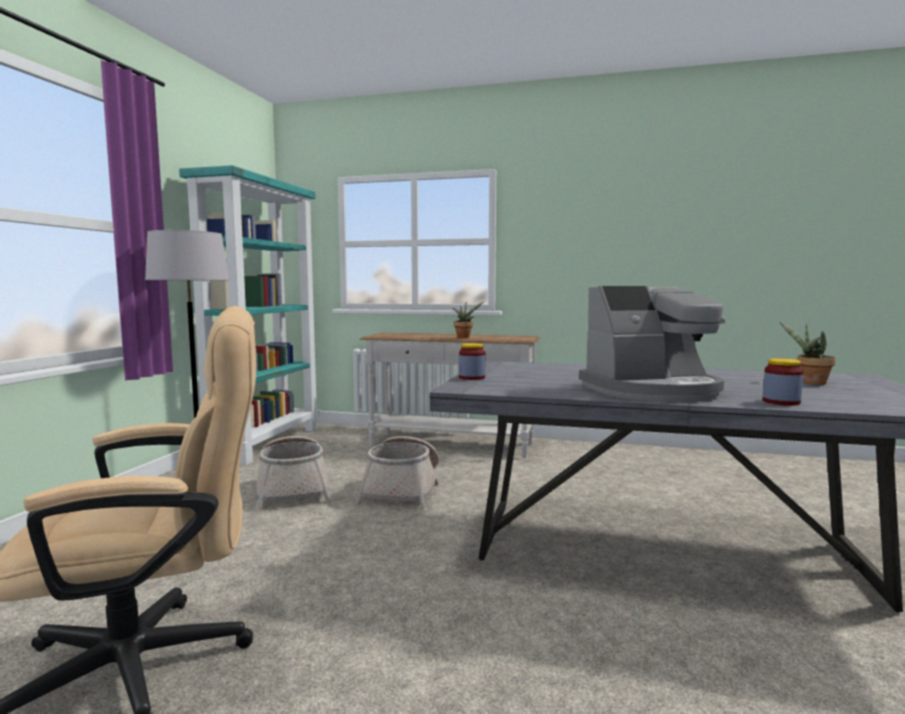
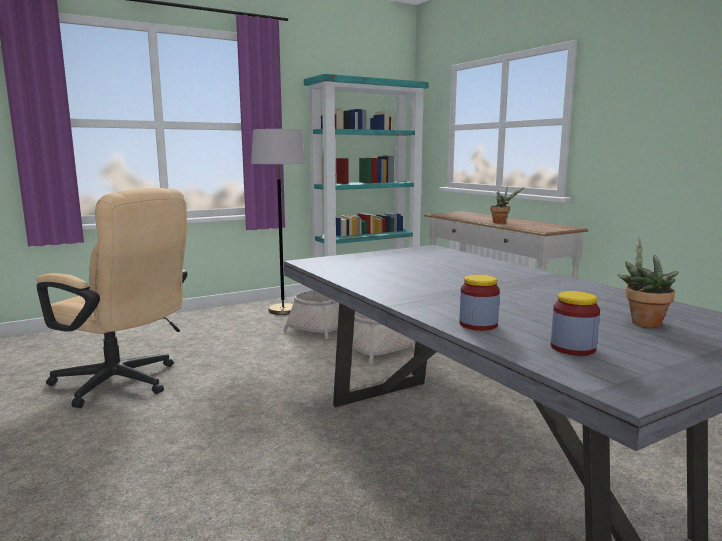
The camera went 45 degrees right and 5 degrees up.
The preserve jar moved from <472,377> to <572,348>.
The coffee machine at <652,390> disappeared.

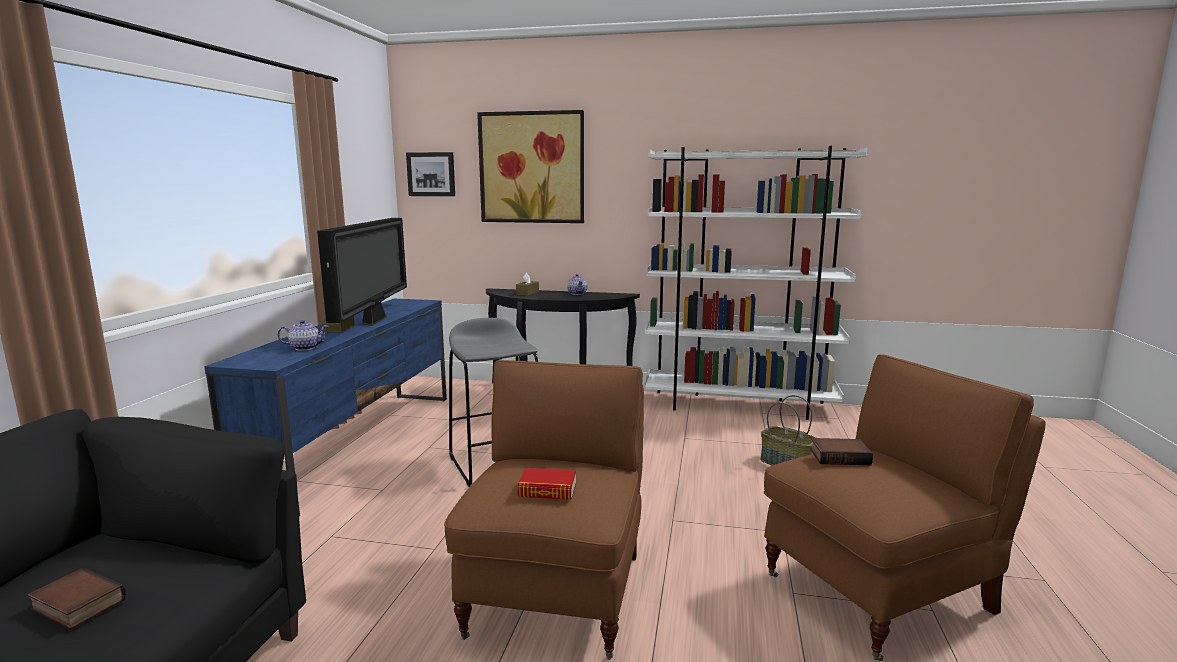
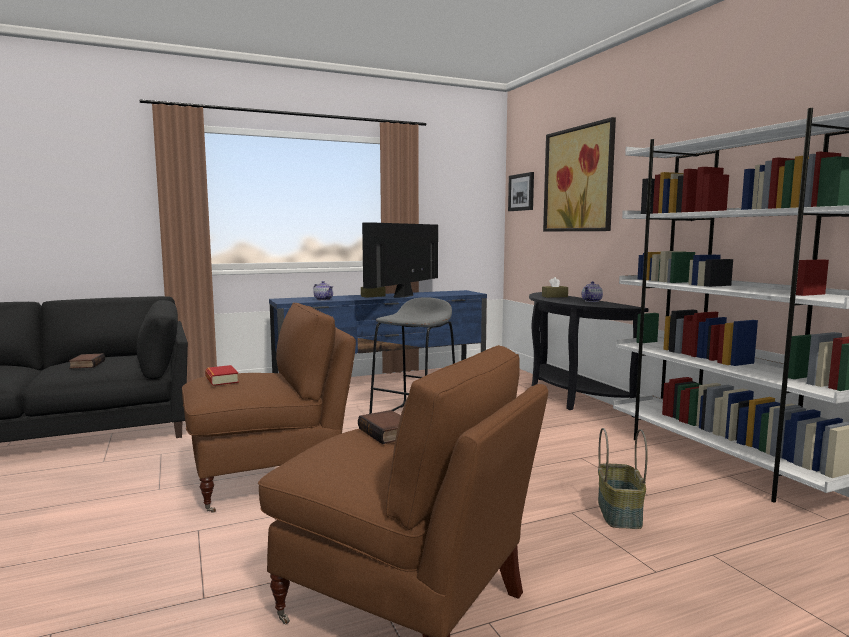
The camera went 55 degrees right and 5 degrees down.
The television at <375,320> turned 150 degrees clockwise.

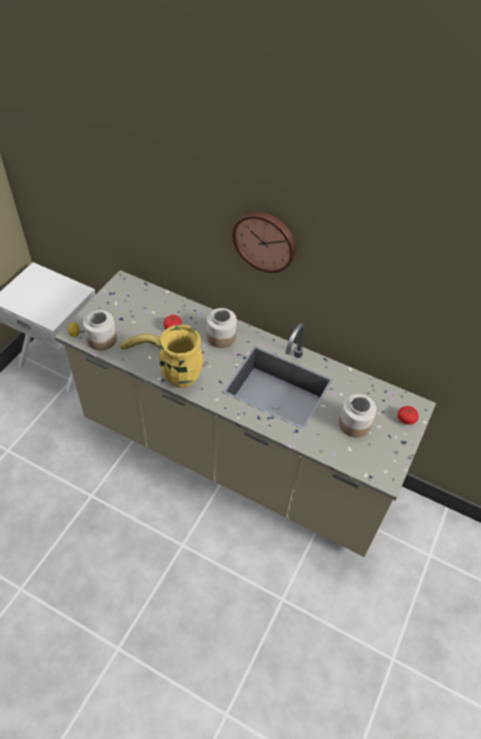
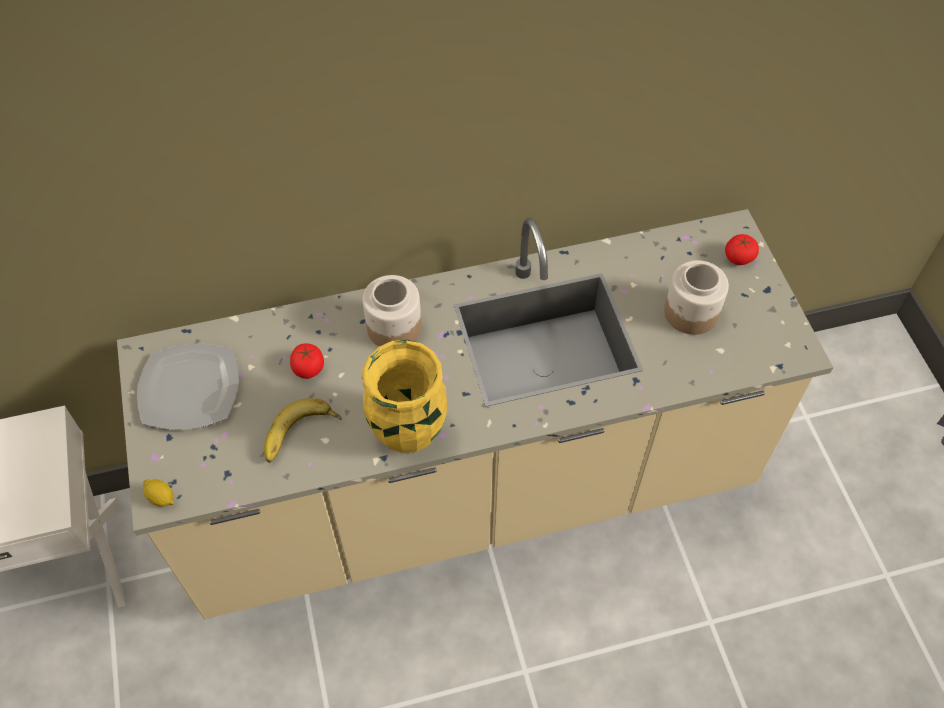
The camera went 40 degrees left and 5 degrees up.
The preserve jar at <102,339> disappeared.
The clock on the wall at <265,240> disappeared.
The flat dish at <190,388> appeared.

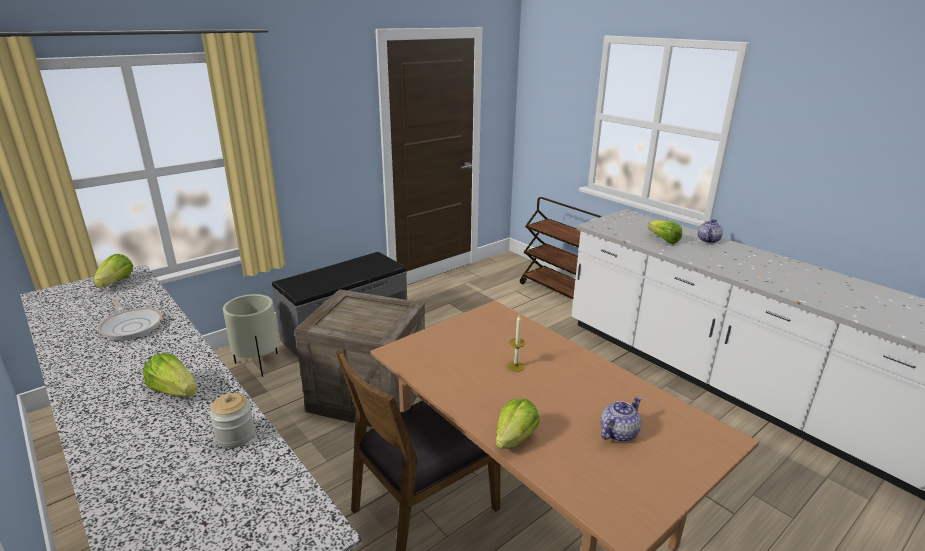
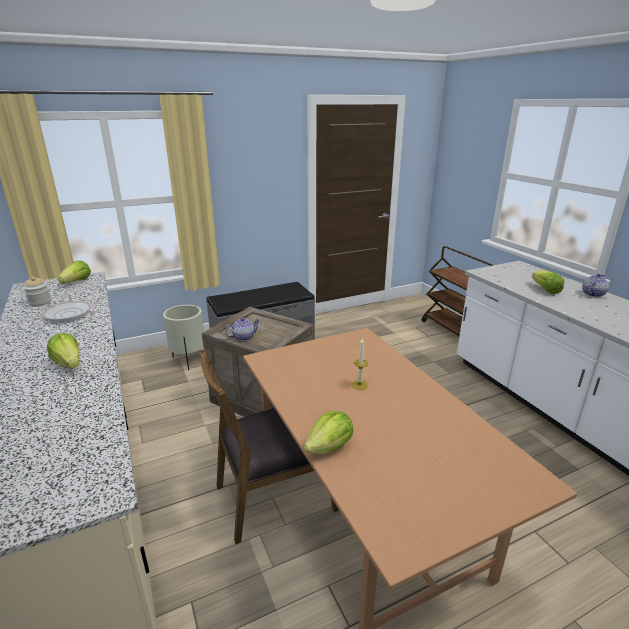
The camera went 15 degrees right and 0 degrees up.
The preserve jar moved from <235,436> to <40,302>.
The pot for tea moved from <618,433> to <243,337>.

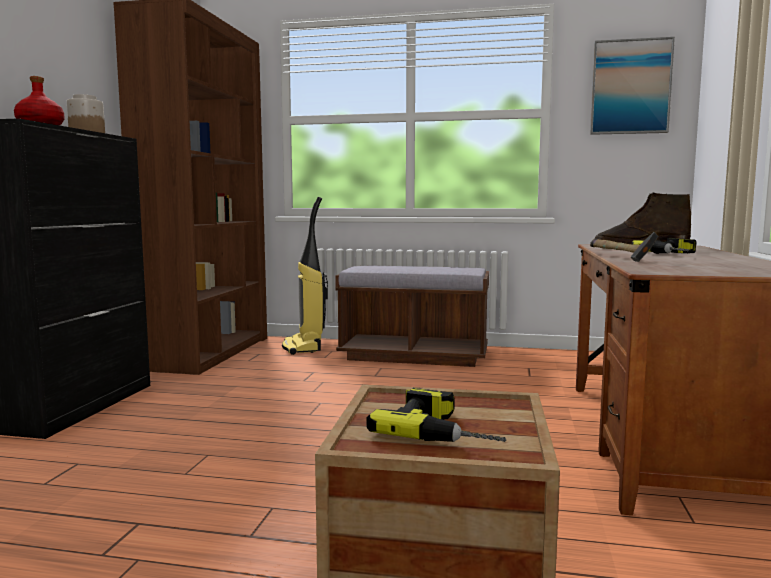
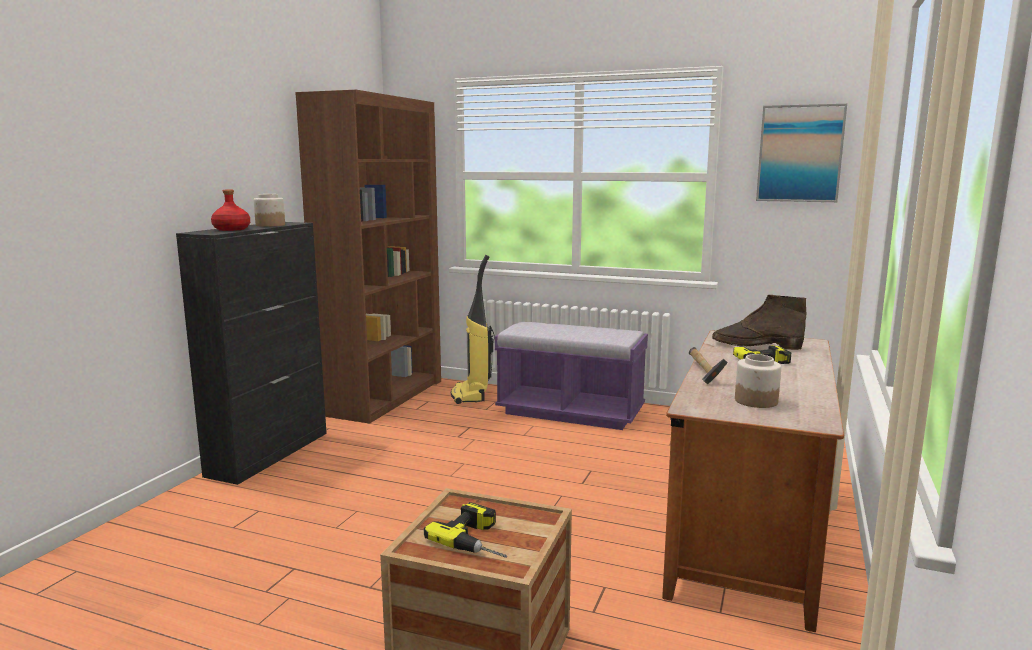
The camera went 10 degrees right and 5 degrees up.
The brownish indoor bench at <414,356> became the purple-coloured indoor bench at <570,412>.
The preserve jar at <756,401> appeared.

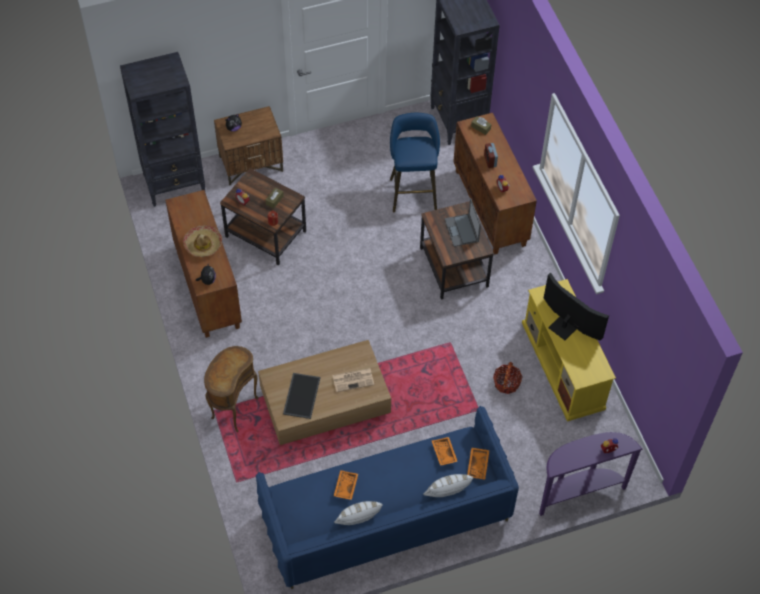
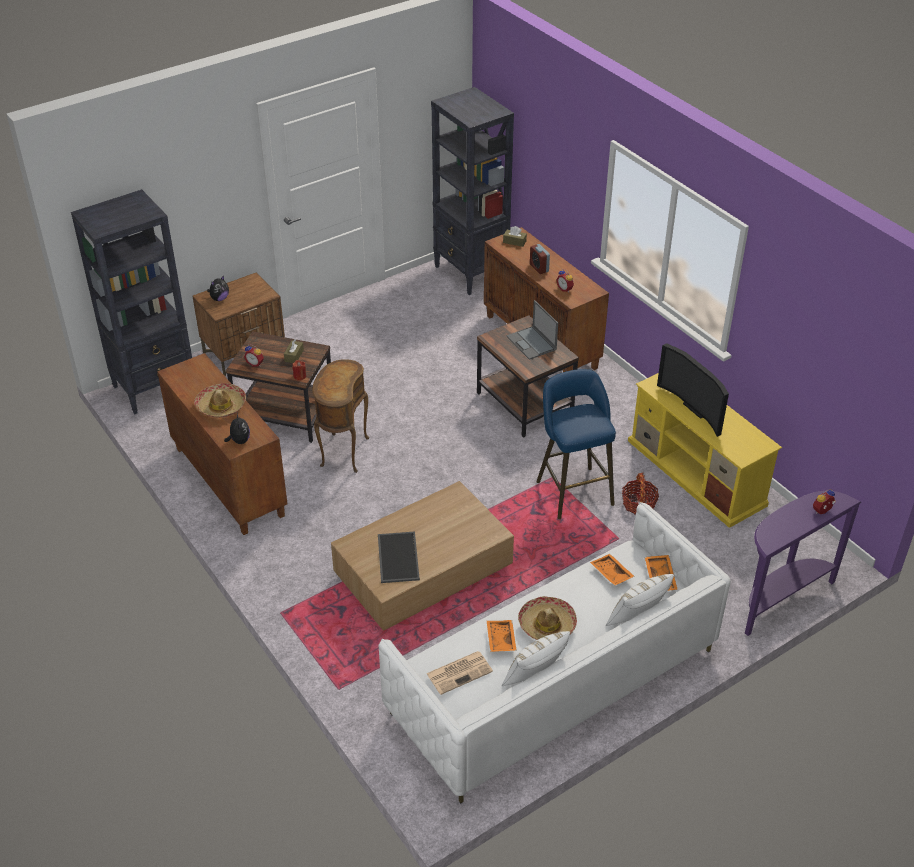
The camera went 15 degrees left and 15 degrees down.
The brownish end table moved from <233,408> to <342,452>.
The blue sofa at <385,516> became the white sofa at <553,682>.
The daily paper moved from <353,380> to <460,672>.
The blue sitting stool moved from <412,191> to <572,490>.
The television at <566,325> turned 150 degrees counterclockwise.
The wearable hat at <547,625> appeared.

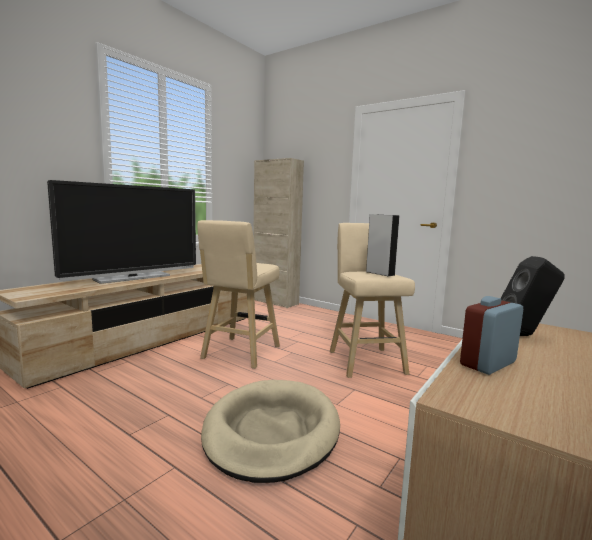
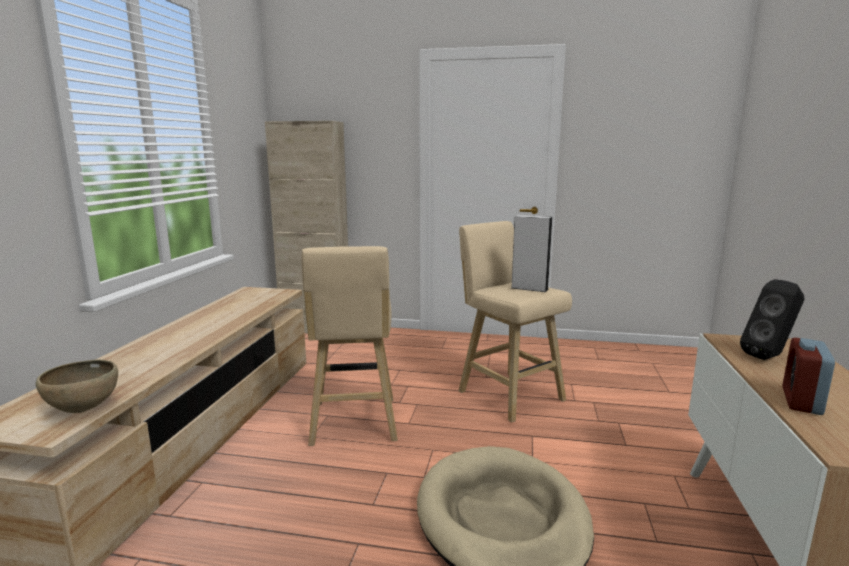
The camera went 25 degrees left and 5 degrees up.
The television at <133,277> disappeared.
The brownish bowl at <84,409> appeared.

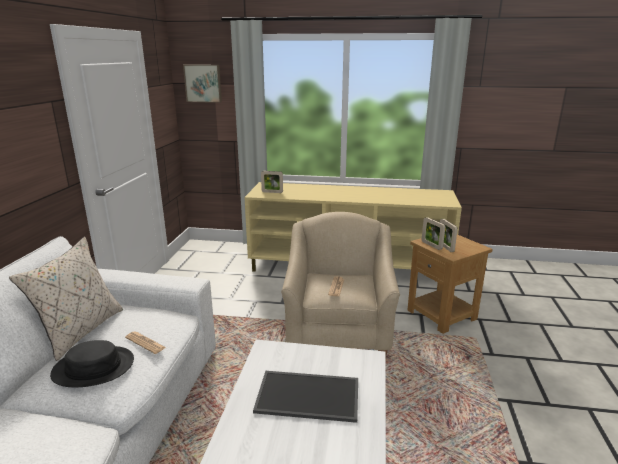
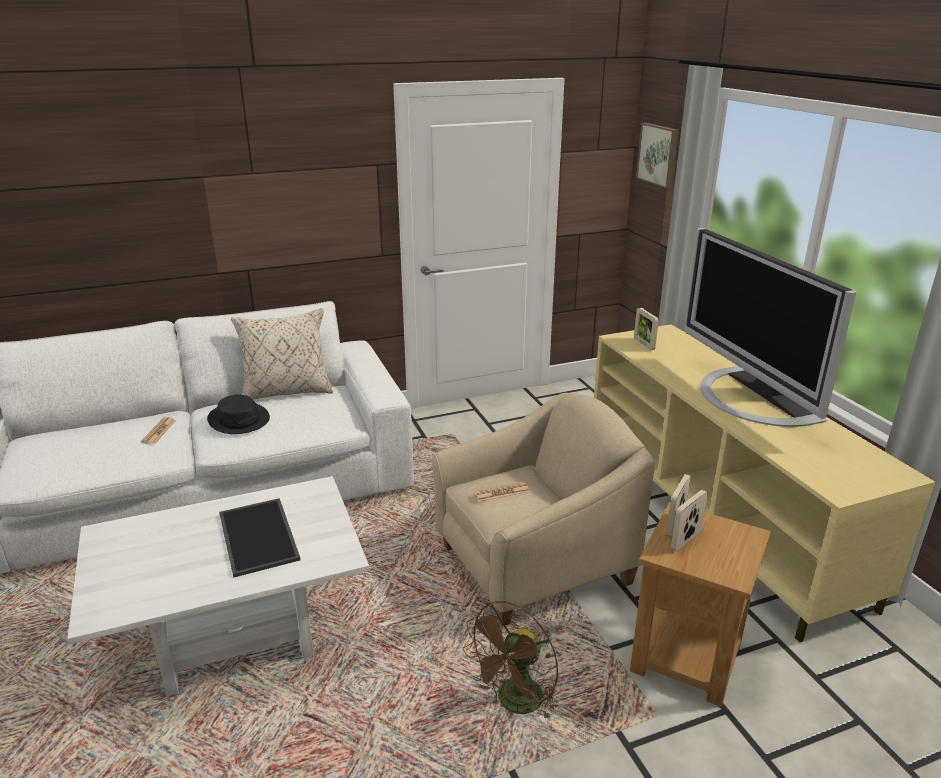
The camera went 60 degrees right and 5 degrees up.
The daily paper moved from <145,343> to <159,431>.
The brownish electric fan at <515,704> appeared.
The television at <750,397> appeared.

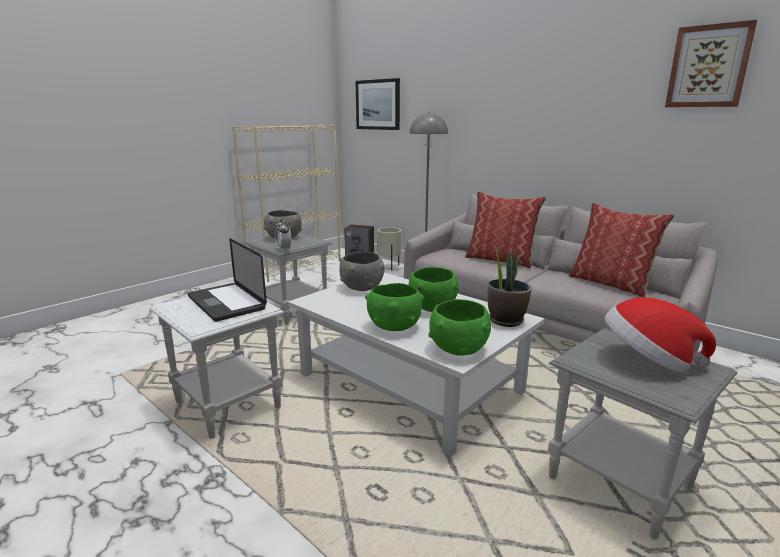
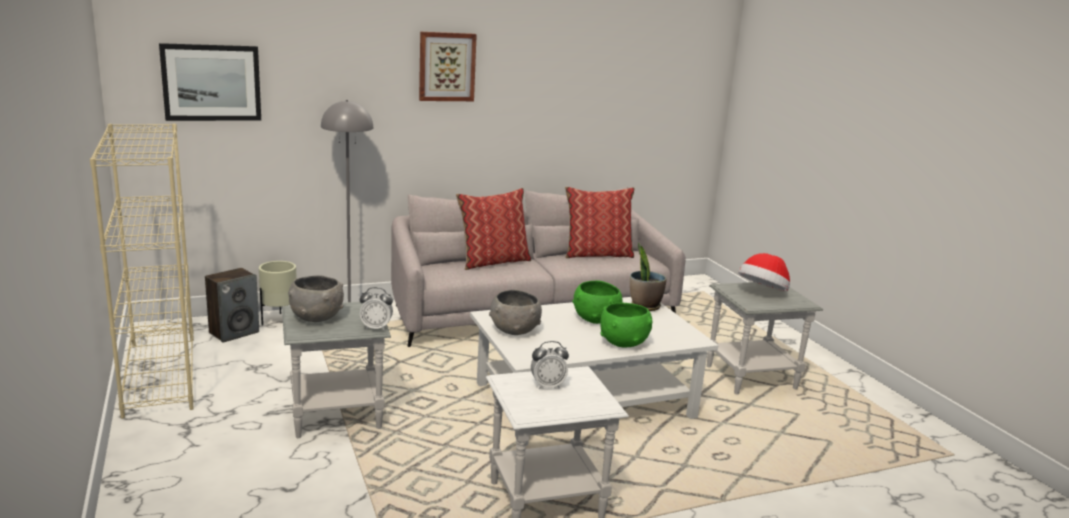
The camera went 65 degrees left and 0 degrees up.
The notebook computer at <226,303> was replaced by the bedside clock at <547,386>.
The greenish bowl at <458,349> disappeared.
The wall art moved from <708,66> to <446,66>.

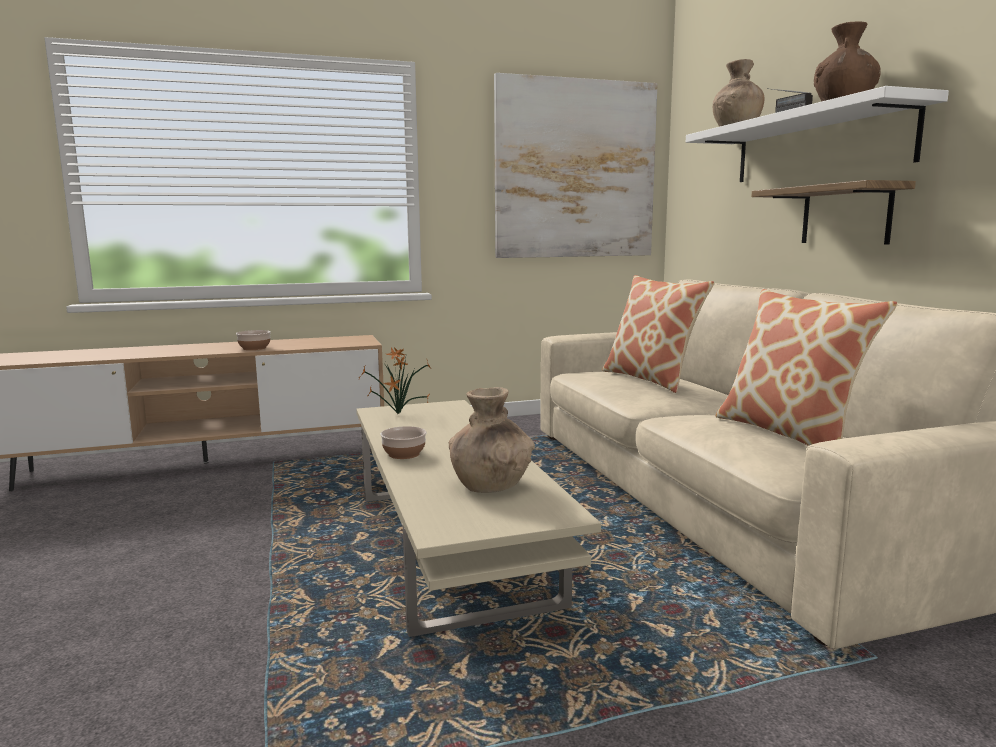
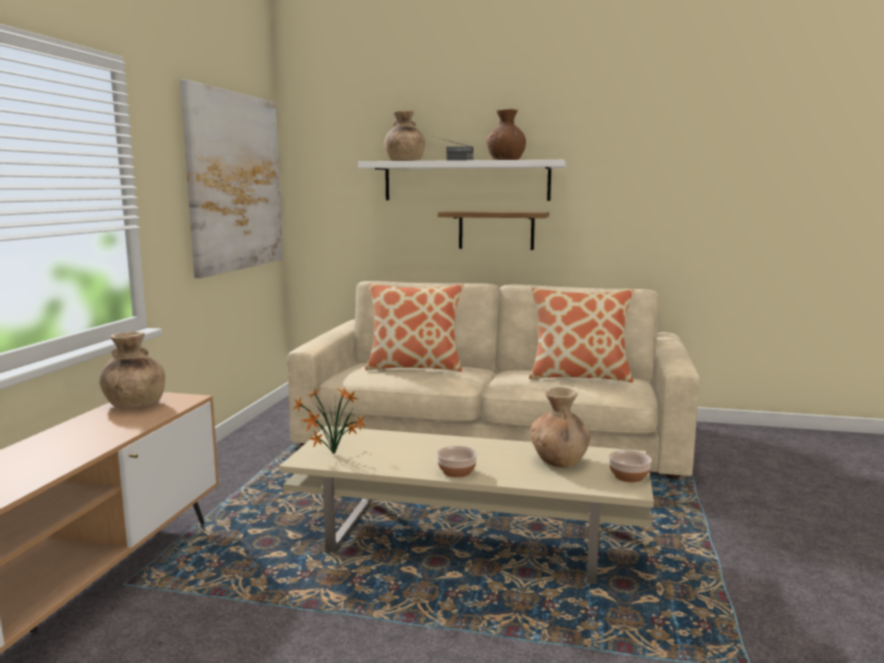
The camera went 60 degrees left and 0 degrees up.
The bowl moved from <254,348> to <629,476>.
The brownish vase at <134,404> appeared.

